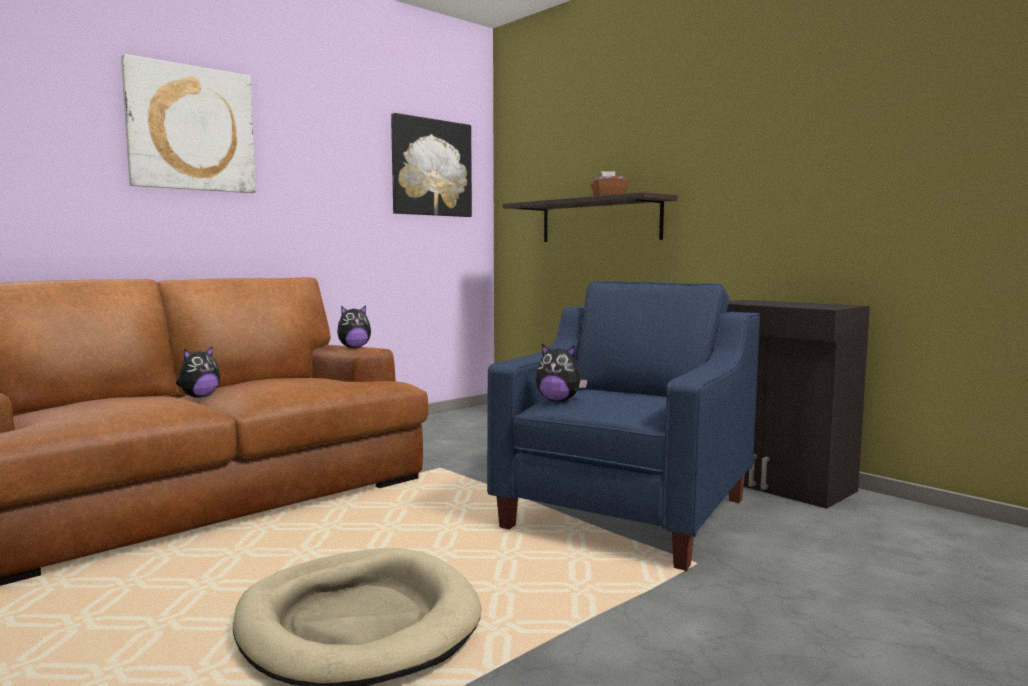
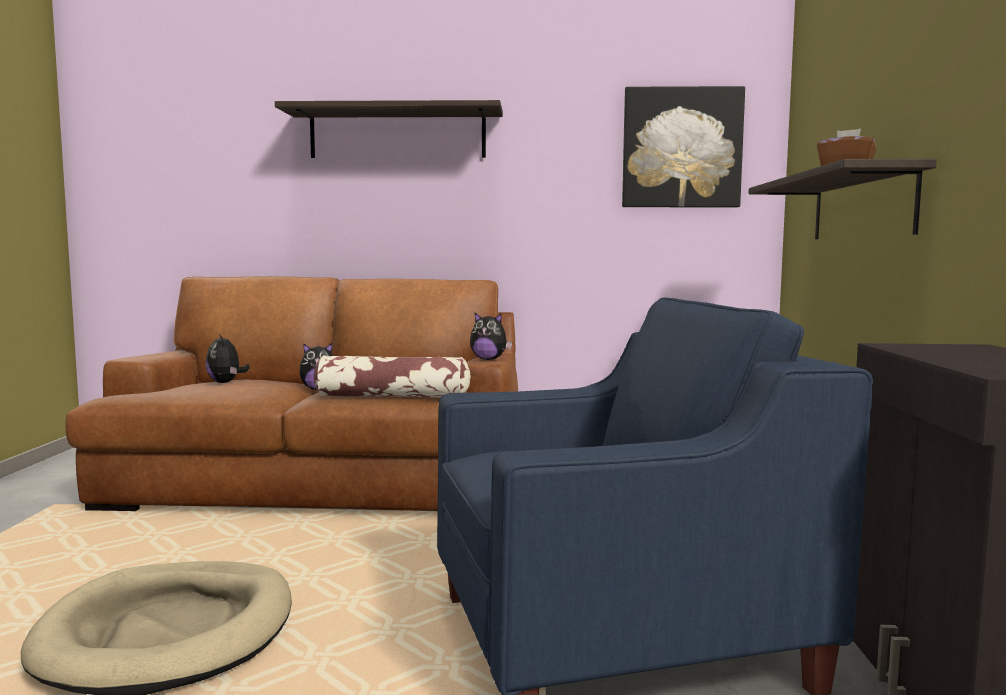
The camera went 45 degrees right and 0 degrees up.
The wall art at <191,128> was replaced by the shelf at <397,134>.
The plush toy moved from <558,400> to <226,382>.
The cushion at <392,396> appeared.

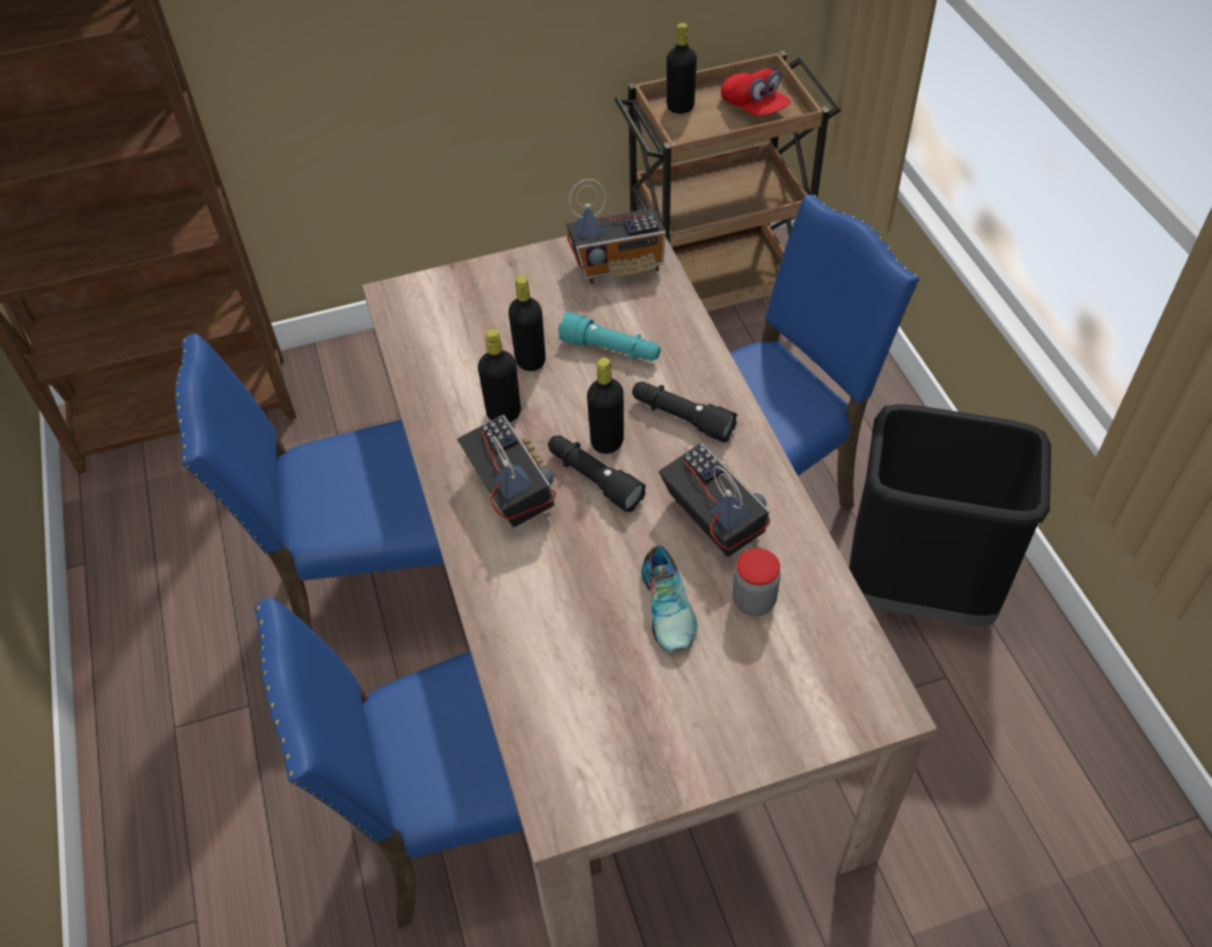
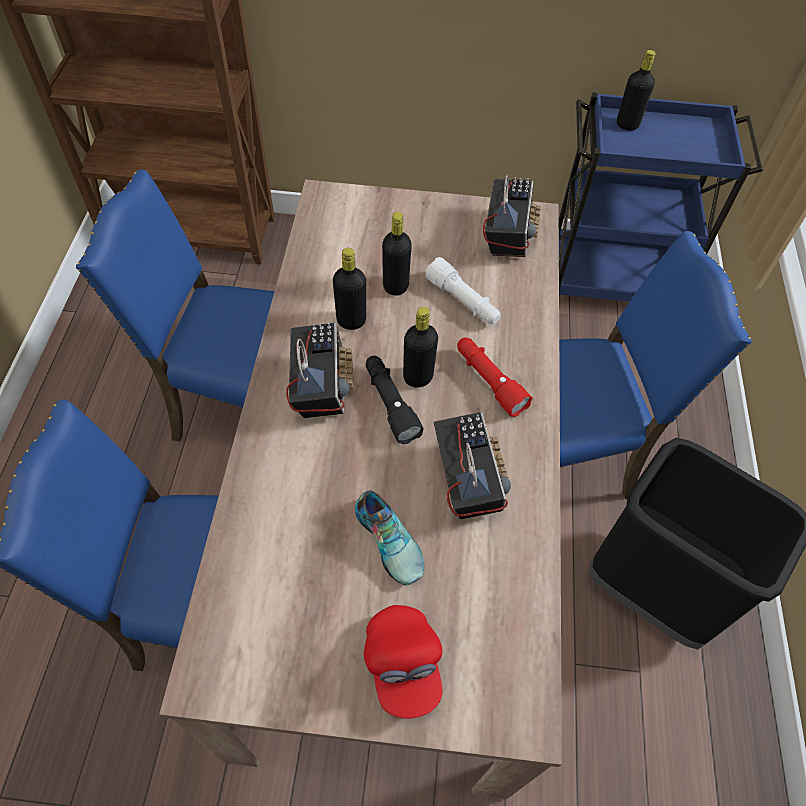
The camera went 20 degrees right and 5 degrees up.
The turquoise hand torch at <610,349> became the white hand torch at <463,301>.
The radio set at <619,266> turned 90 degrees counterclockwise.
The brownish cart at <716,286> became the blue cart at <611,280>.
The black hand torch at <681,418> became the reddish hand torch at <489,381>.
The shoe at <669,606> turned 45 degrees counterclockwise.
The reddish peaked cap moved from <754,108> to <403,665>.
The preserve jar at <754,601> disappeared.

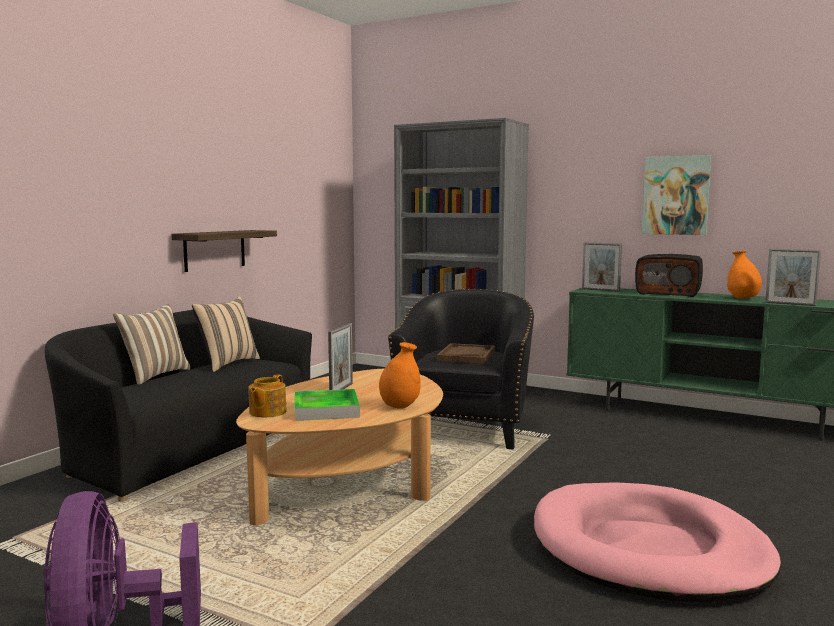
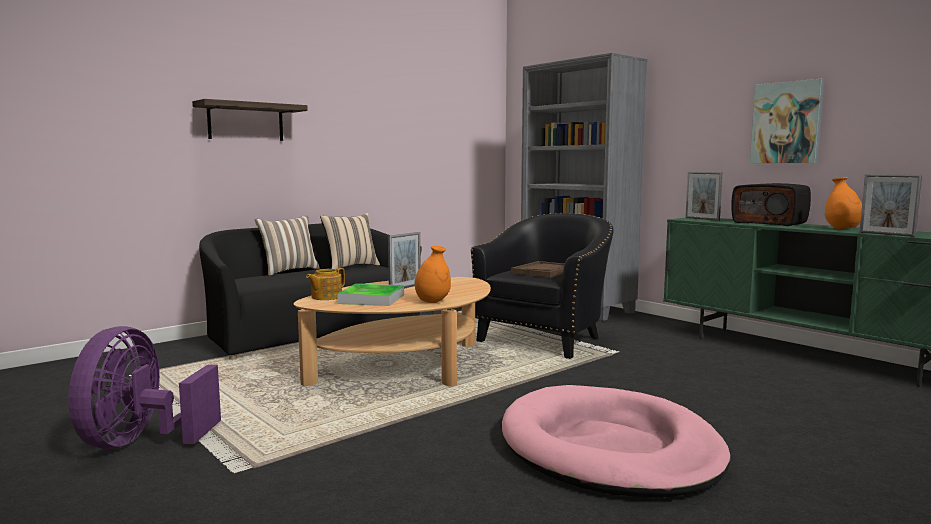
The camera went 20 degrees right and 0 degrees up.
The shelf moved from <214,250> to <246,122>.

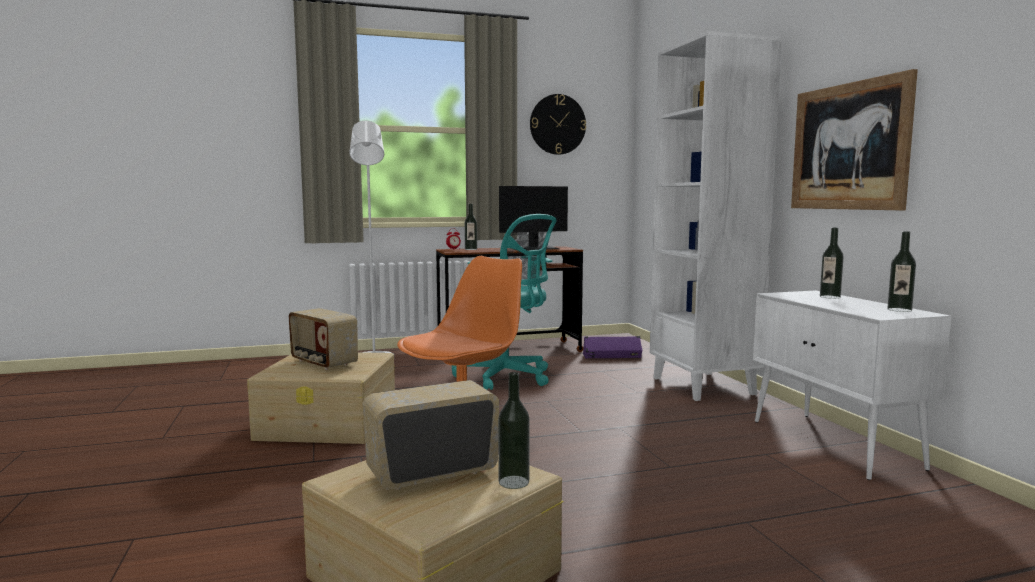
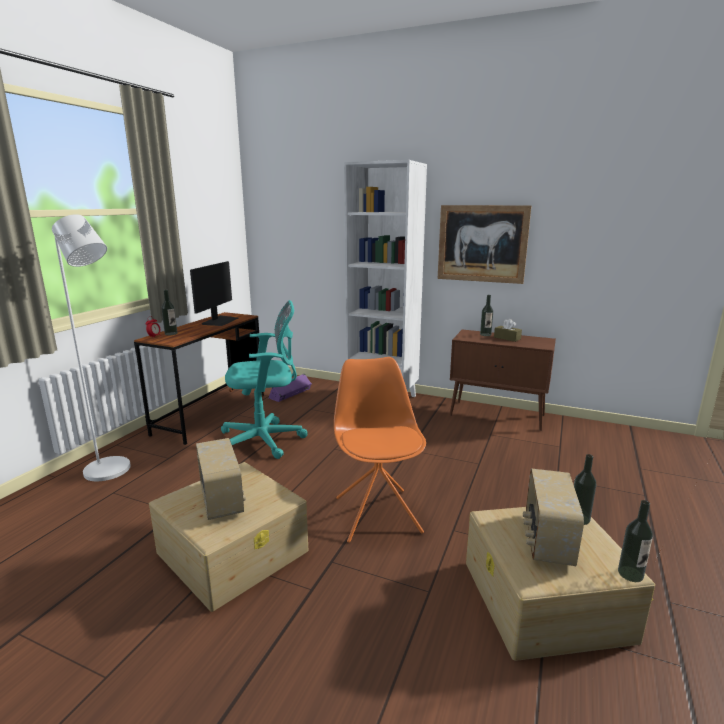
The camera went 50 degrees left and 10 degrees up.
The radio set at <323,363> turned 105 degrees counterclockwise.
The clock on the wall at <557,124> disappeared.
The white cabinet at <835,444> became the brownish cabinet at <498,415>.
The drink bottle moved from <899,310> to <630,574>.
The brownish tissue box at <507,338> appeared.

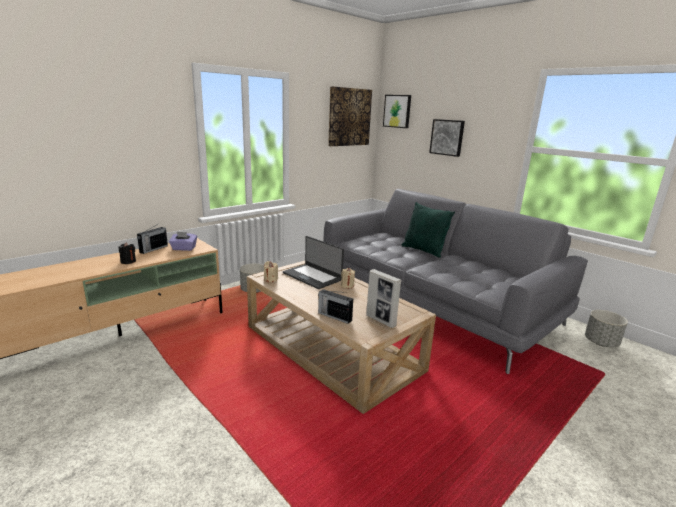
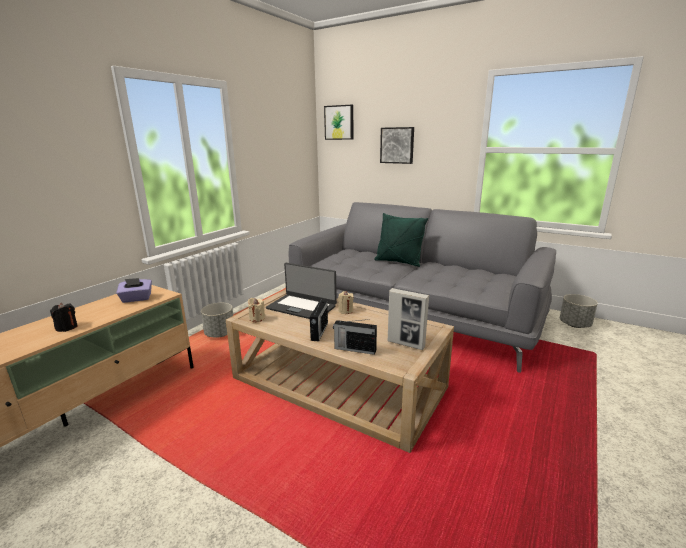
The camera went 15 degrees left and 0 degrees up.
The radio set moved from <153,249> to <319,332>.
The wall art at <349,117> disappeared.

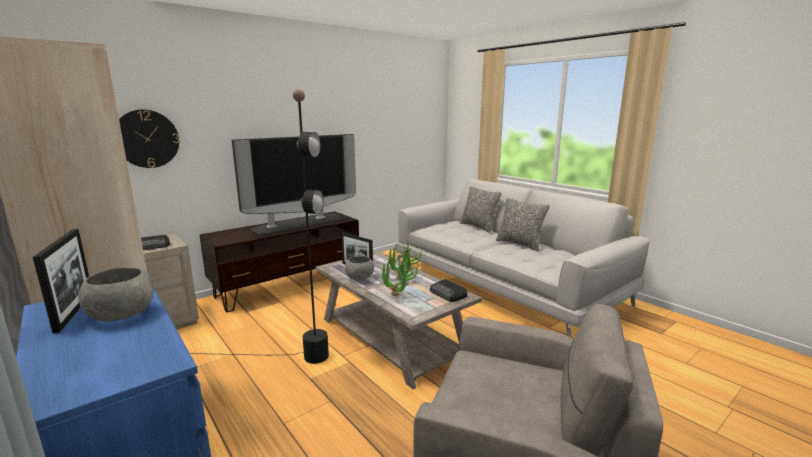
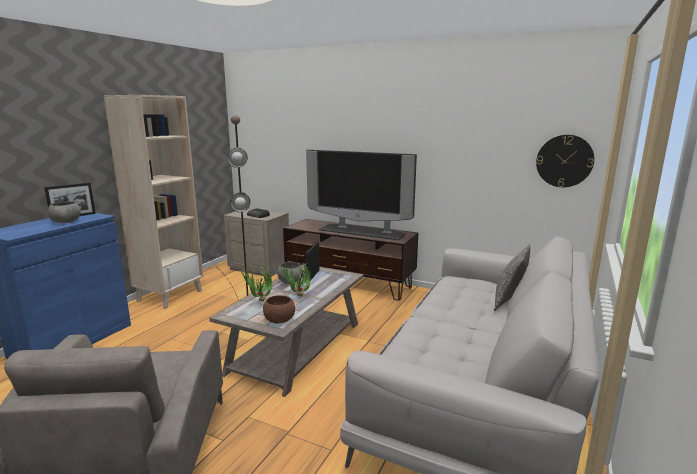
The camera went 65 degrees right and 0 degrees up.
The clock on the wall moved from <147,139> to <564,161>.
The radio set at <448,294> was replaced by the brownish bowl at <279,320>.
The cushion at <519,244> disappeared.

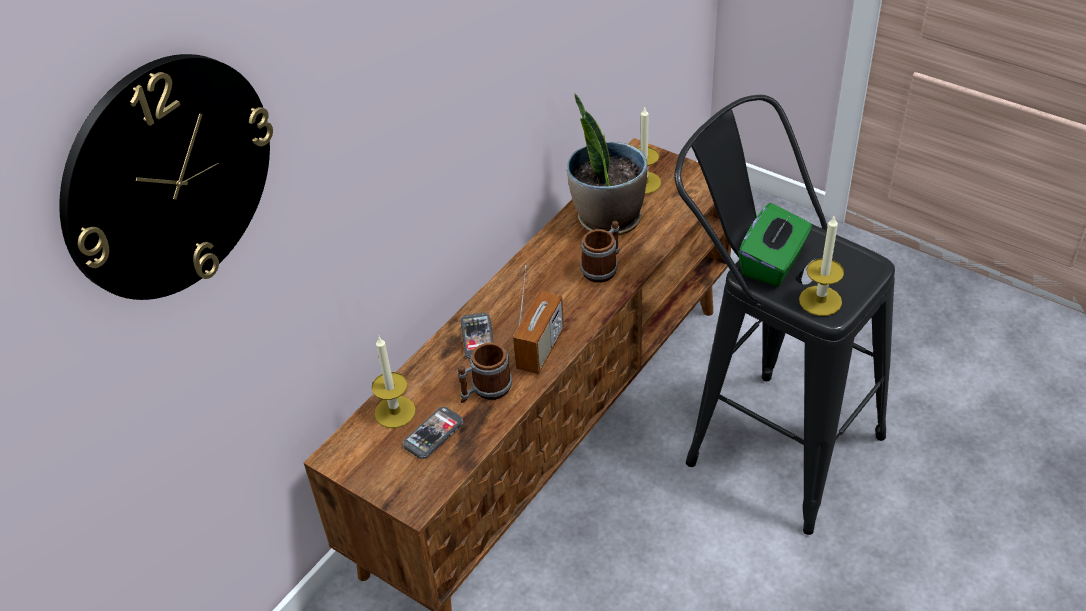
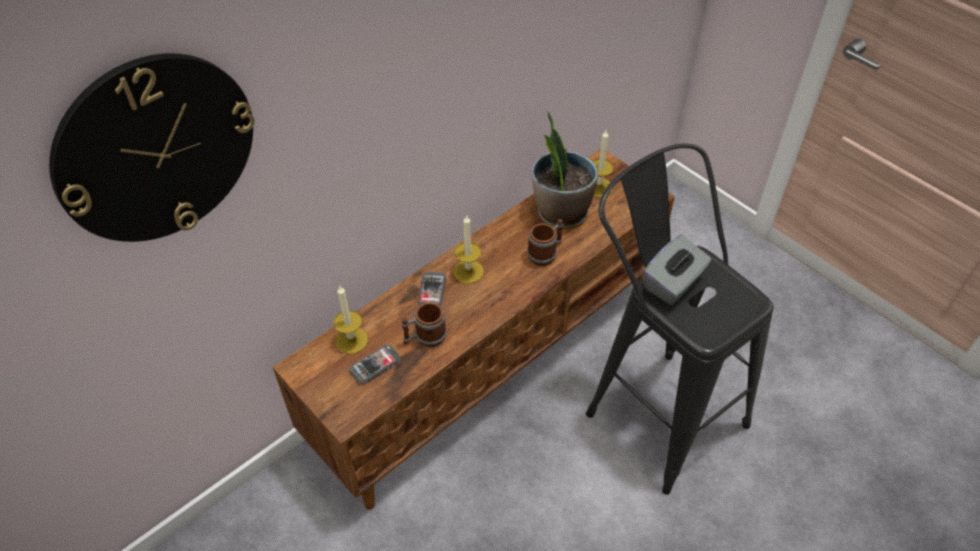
The camera went 10 degrees right and 5 degrees up.
The radio set at <540,349> disappeared.
The greenish tissue box at <773,263> became the greyish tissue box at <673,284>.
The candle moved from <820,301> to <468,271>.

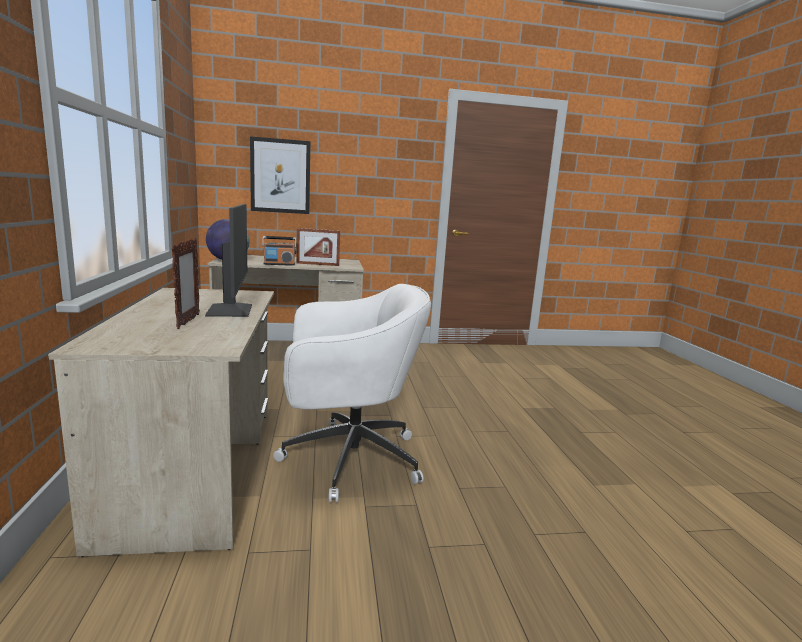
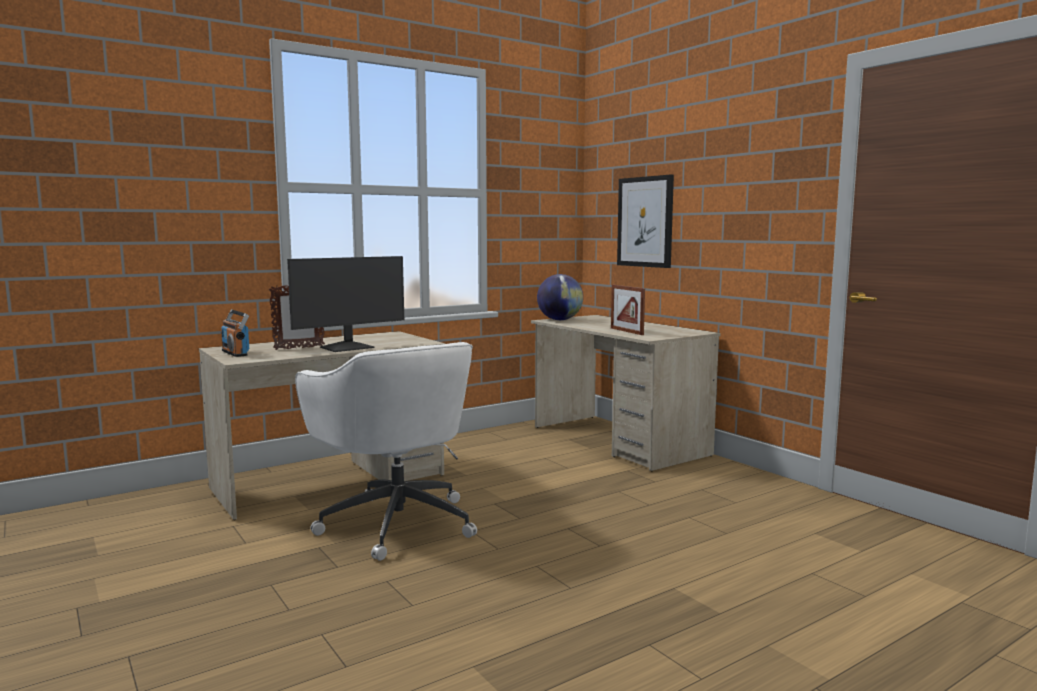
The camera went 65 degrees right and 5 degrees down.
The radio set moved from <279,264> to <235,353>.

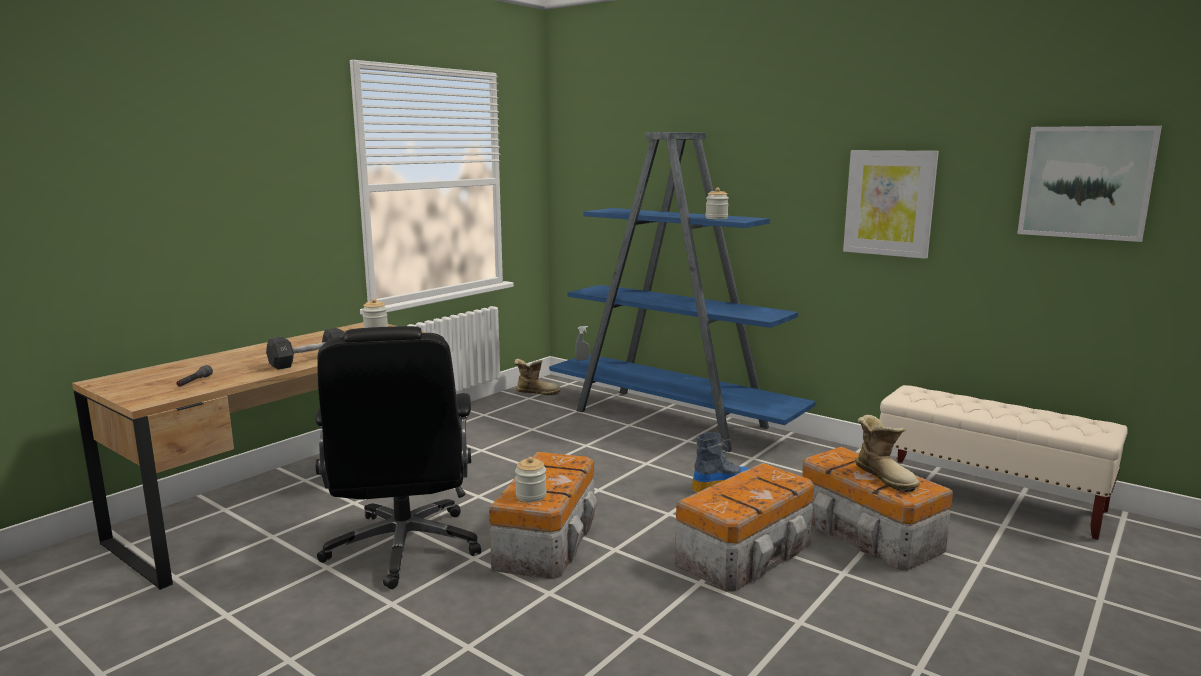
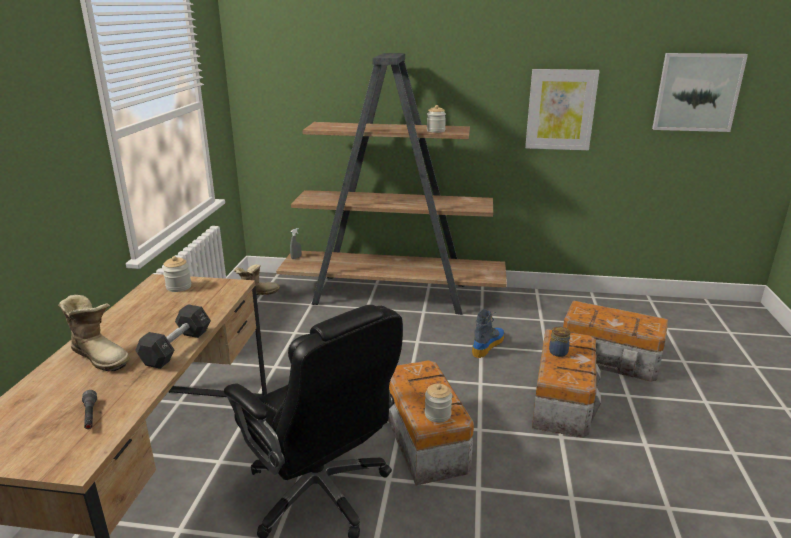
The camera went 30 degrees left and 10 degrees up.
The blue bookcase at <673,420> became the brownish bookcase at <393,295>.
The tall boot moved from <885,477> to <101,356>.
The beige indoor bench at <988,497> disappeared.
The preserve jar at <558,352> appeared.

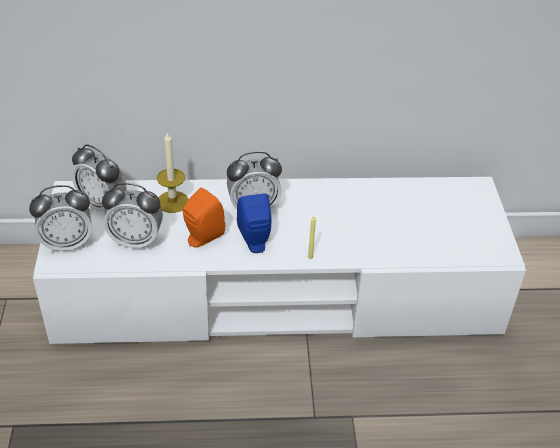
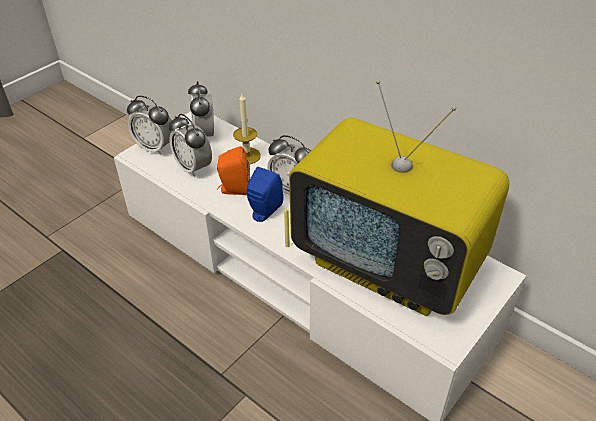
The camera went 45 degrees right and 0 degrees up.
The television at <390,264> appeared.

